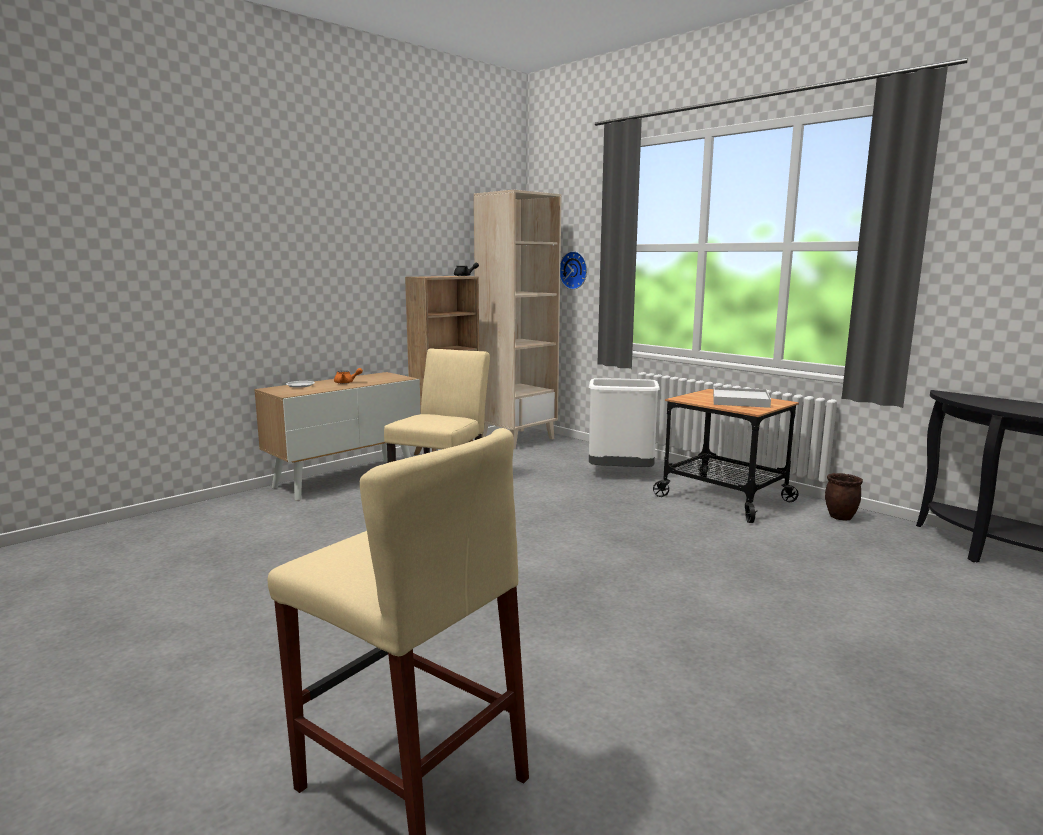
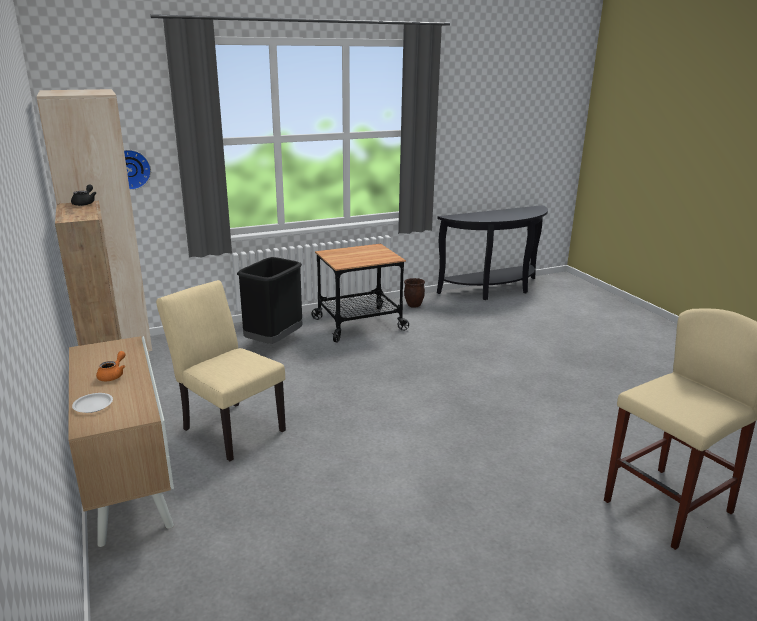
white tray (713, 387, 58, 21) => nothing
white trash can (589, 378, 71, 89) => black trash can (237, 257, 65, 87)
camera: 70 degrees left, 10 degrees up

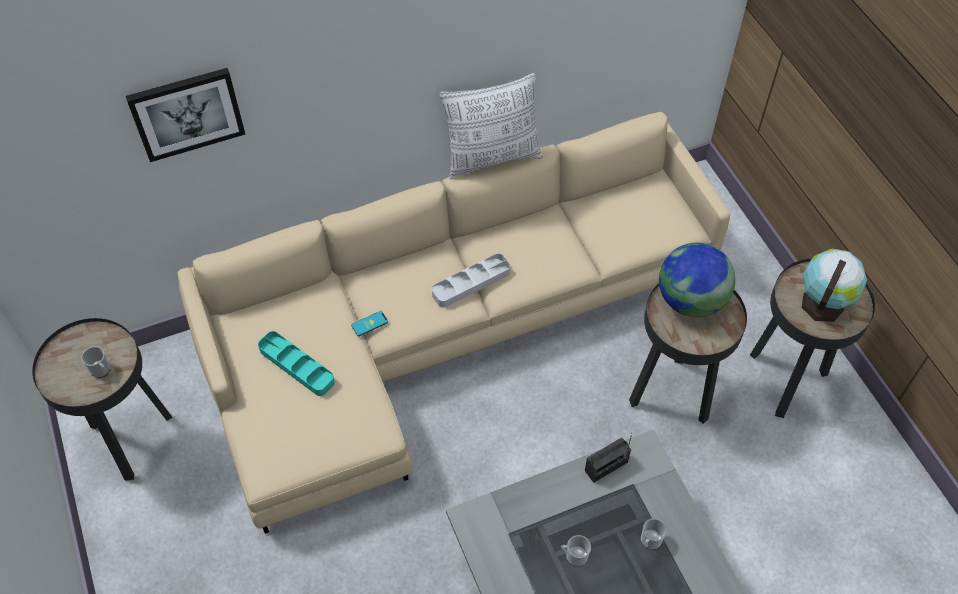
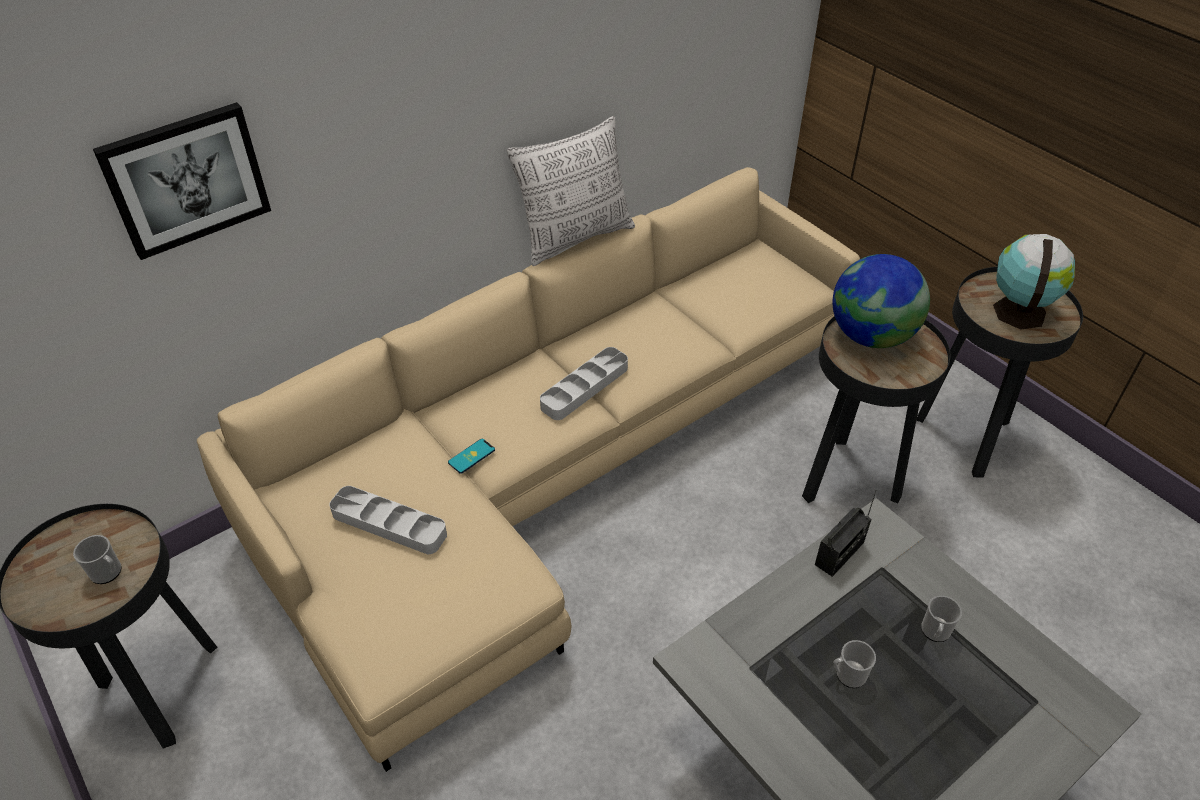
turquoise tray (258, 331, 77, 65) => grey tray (329, 486, 118, 68)
camera: 15 degrees left, 10 degrees down

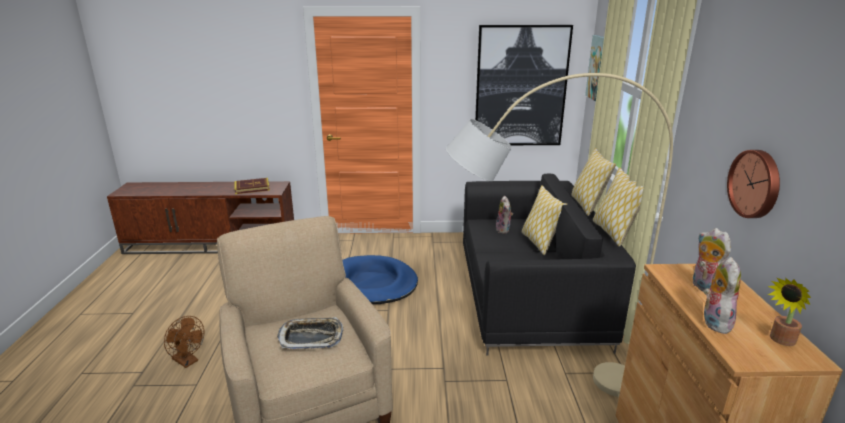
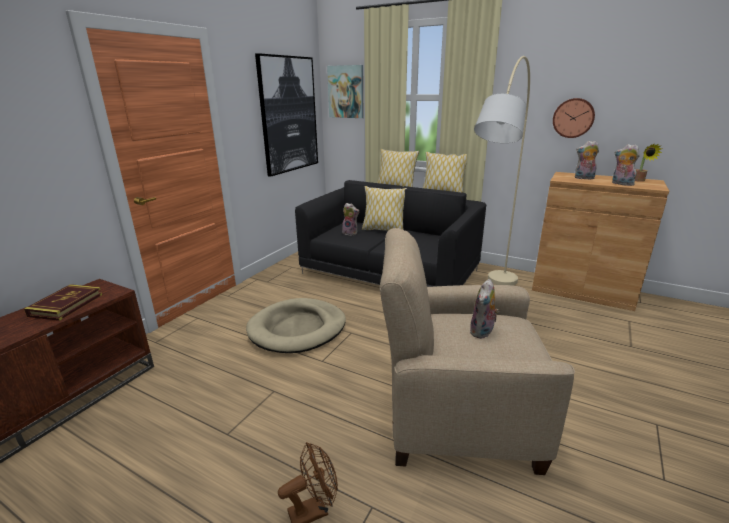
tray (277, 317, 66, 32) => plush toy (470, 279, 29, 60)
blue dog bed (342, 255, 76, 49) => beige dog bed (246, 298, 100, 55)
camera: 60 degrees left, 0 degrees up

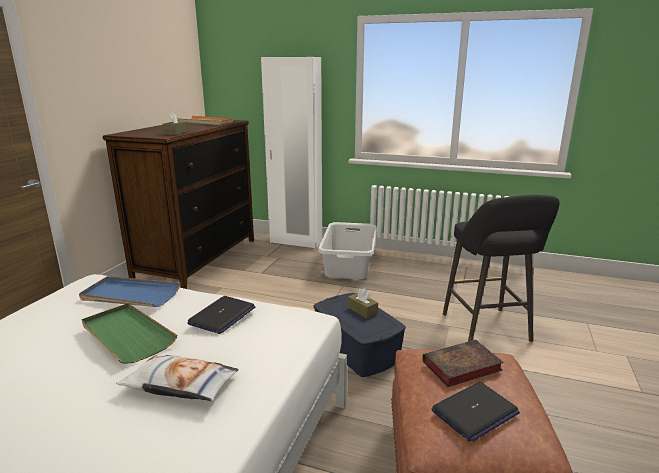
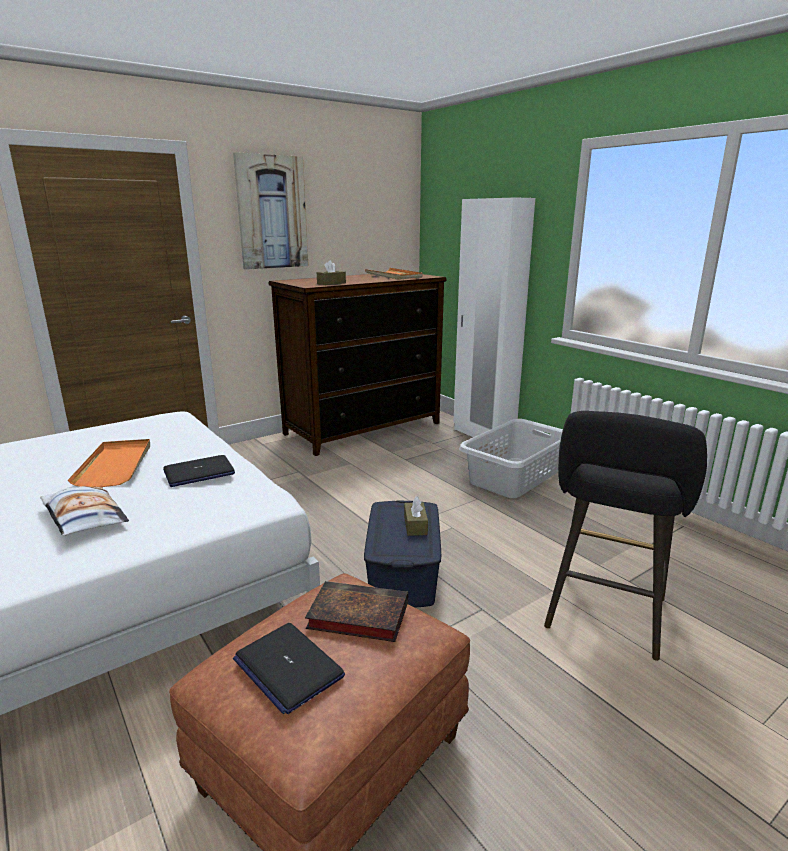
blue tray (79, 276, 102, 31) => nothing
nothing => picture (233, 152, 75, 118)
green tray (82, 303, 95, 61) => orange tray (68, 439, 82, 48)
laptop (432, 382, 88, 60) => laptop (233, 623, 112, 91), 45 degrees clockwise
camera: 35 degrees right, 0 degrees up

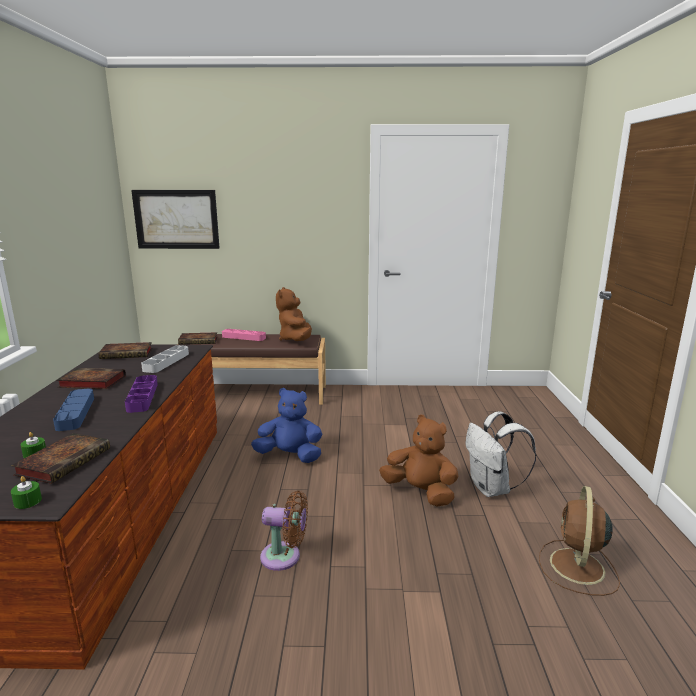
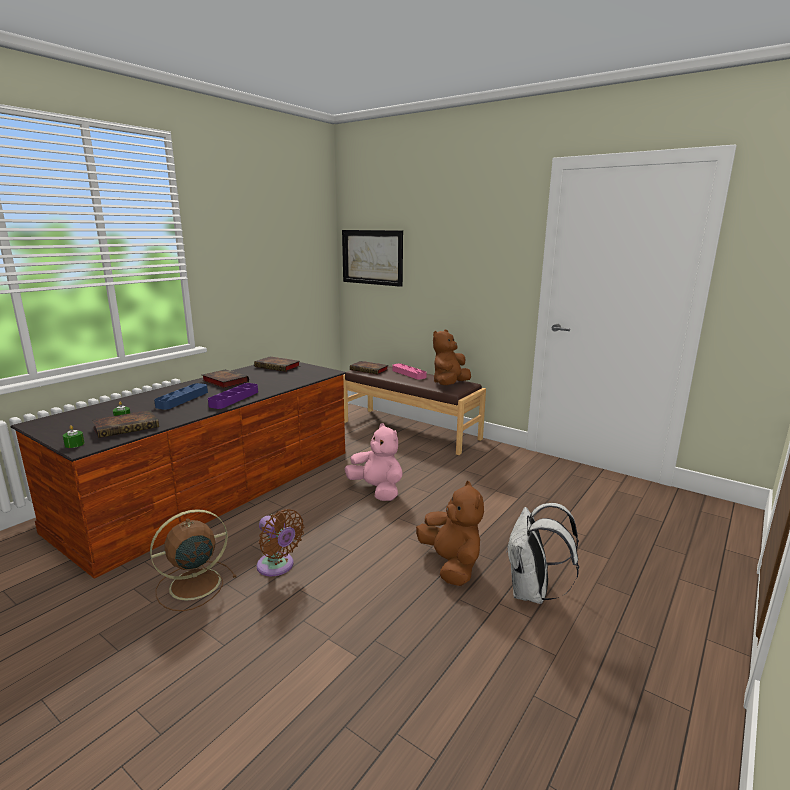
grey tray (141, 345, 48, 28) => nothing
brown fan (539, 486, 81, 110) => brown fan (150, 509, 87, 102), moved
blue plush toy (251, 388, 71, 75) => pink plush toy (345, 423, 58, 78)
camera: 35 degrees right, 0 degrees up

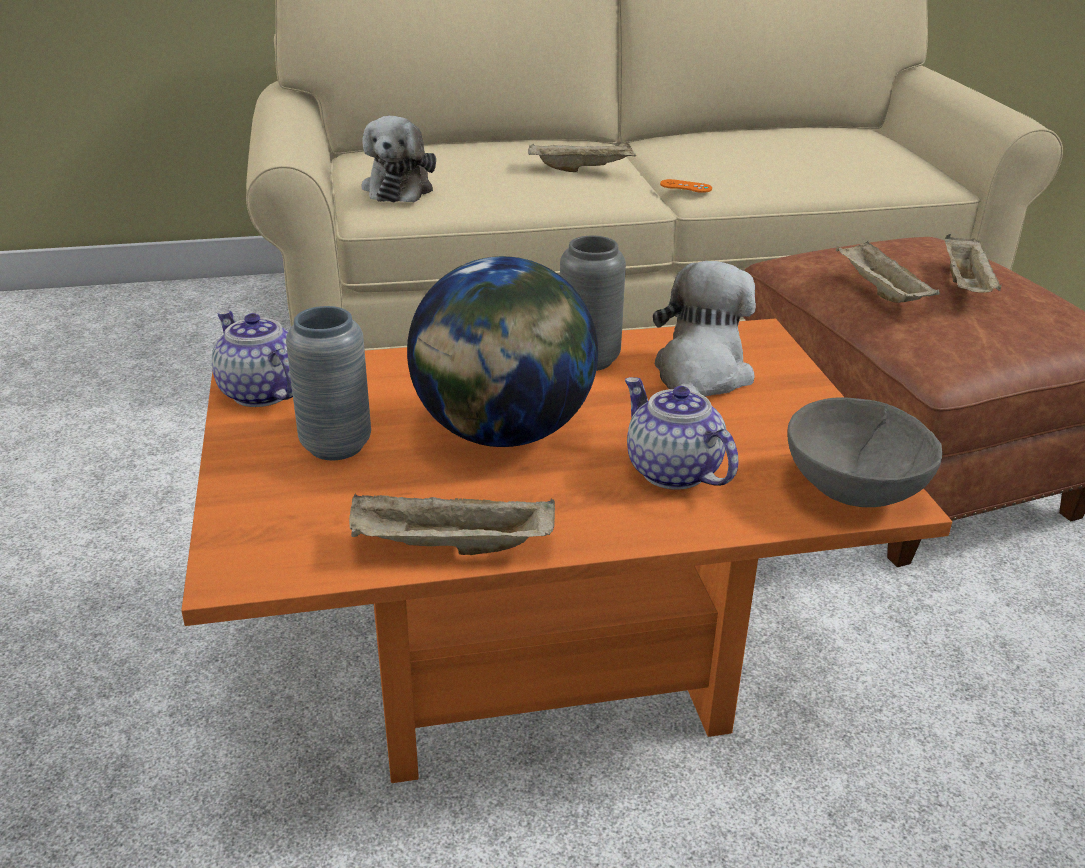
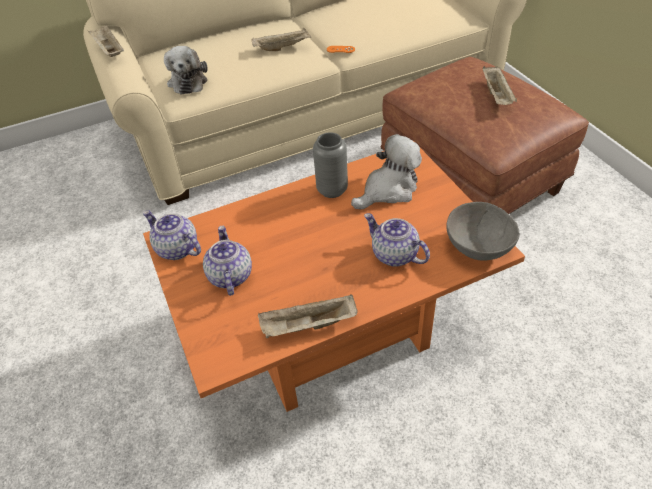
globe (407, 256, 191, 191) => nothing
beige tray (836, 241, 104, 62) => beige tray (88, 25, 36, 32), moved
grey vase (286, 306, 85, 154) => teapot (203, 226, 49, 70)
plush toy (653, 261, 103, 136) => plush toy (351, 134, 71, 75), 45 degrees clockwise
camera: 10 degrees left, 15 degrees up

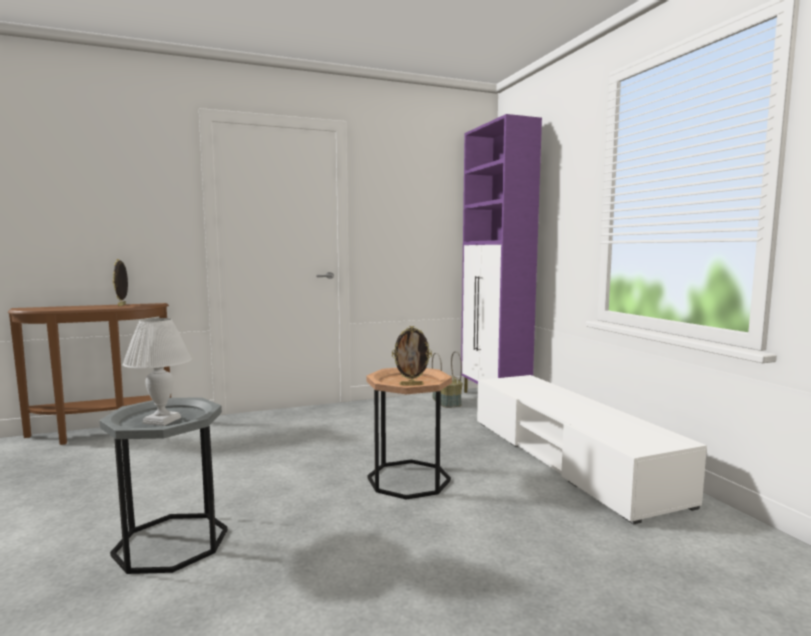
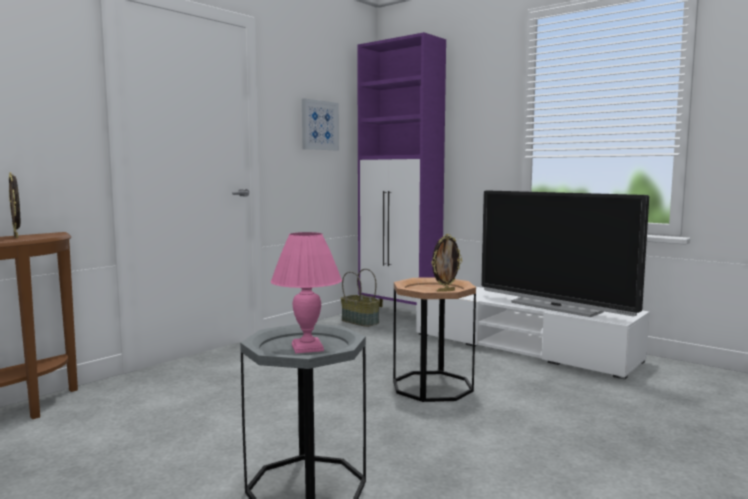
nothing => picture (302, 98, 37, 52)
nothing => television (481, 191, 168, 126)
white table lamp (122, 318, 70, 108) => pink table lamp (271, 232, 71, 121)
camera: 30 degrees left, 0 degrees up

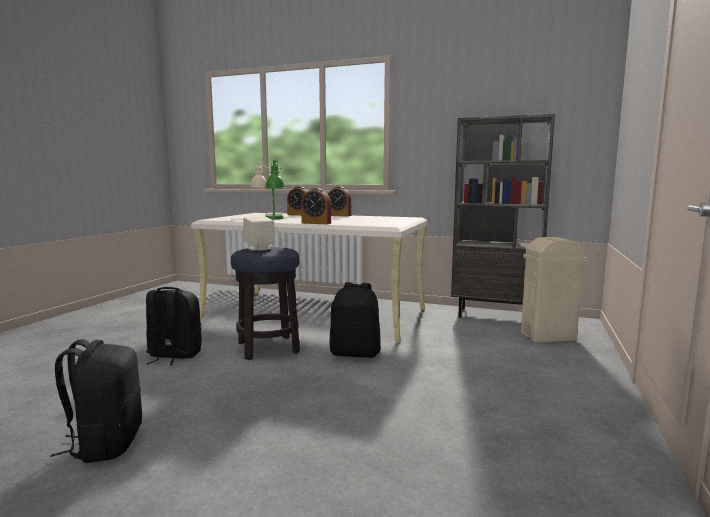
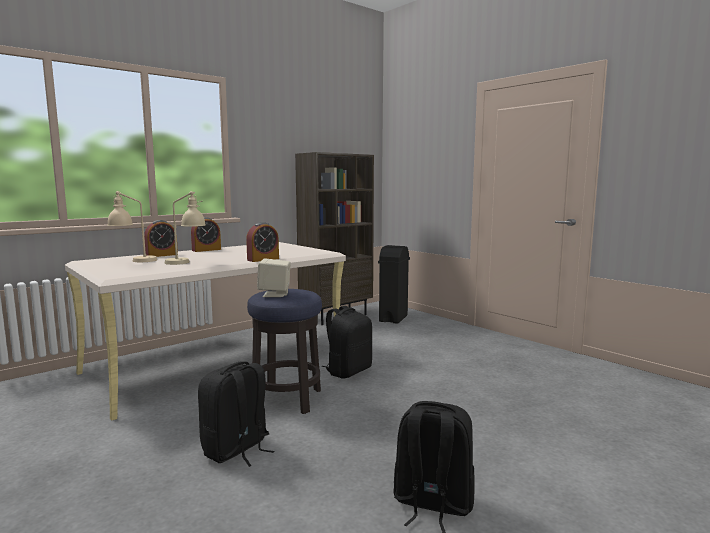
green table lamp (265, 160, 19, 59) => beige table lamp (164, 191, 42, 74)
beige trash can (521, 237, 66, 106) => black trash can (378, 245, 32, 79)
camera: 60 degrees left, 0 degrees up

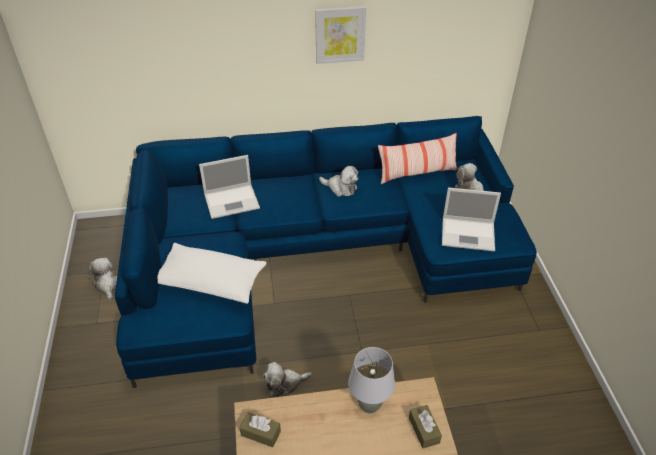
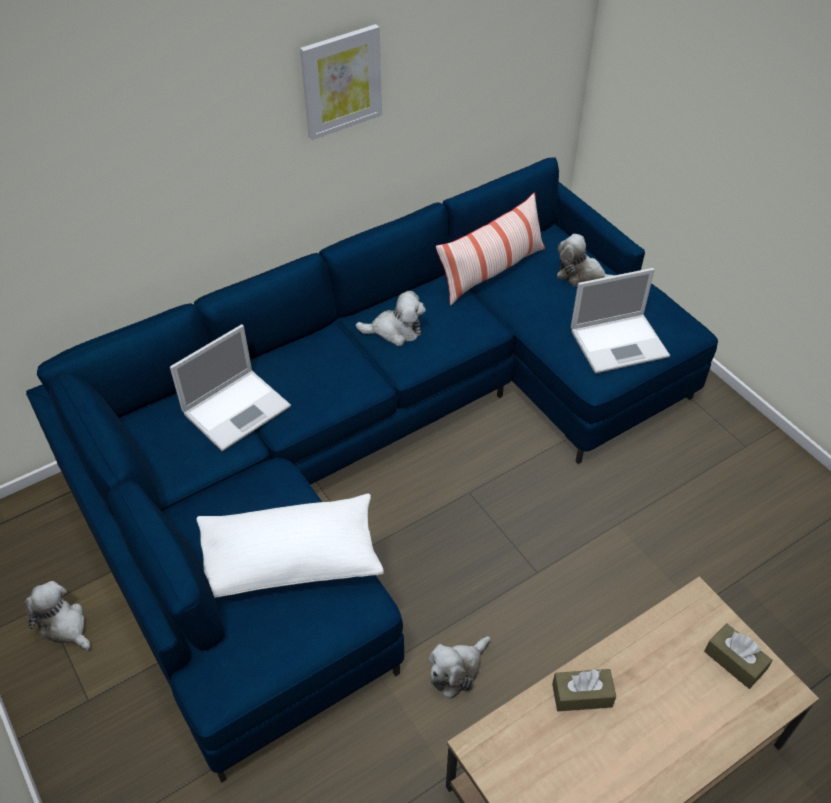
grey table lamp (348, 347, 47, 67) => nothing
brown tissue box (240, 412, 41, 35) => brown tissue box (552, 669, 64, 42), moved
camera: 25 degrees left, 5 degrees up

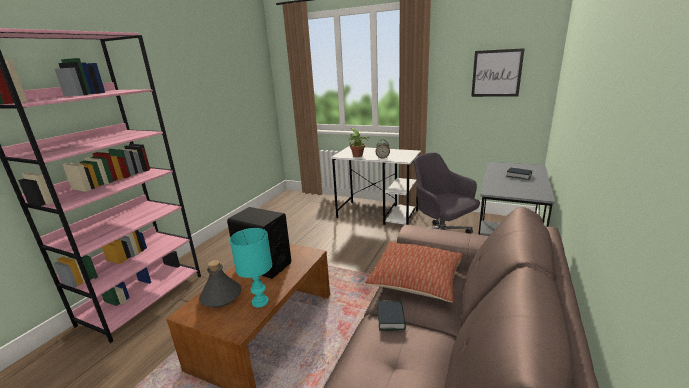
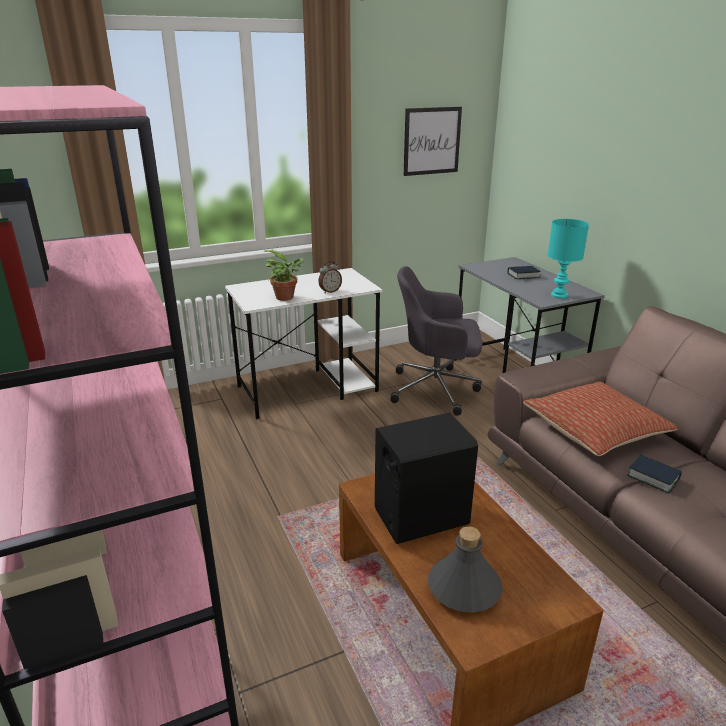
turquoise table lamp (230, 228, 42, 79) => turquoise table lamp (548, 219, 41, 80), moved
camera: 50 degrees left, 5 degrees up

